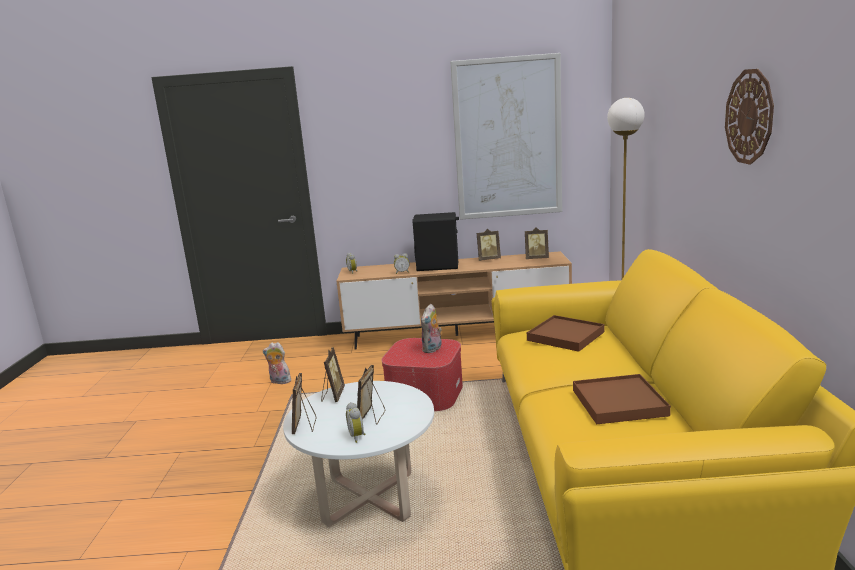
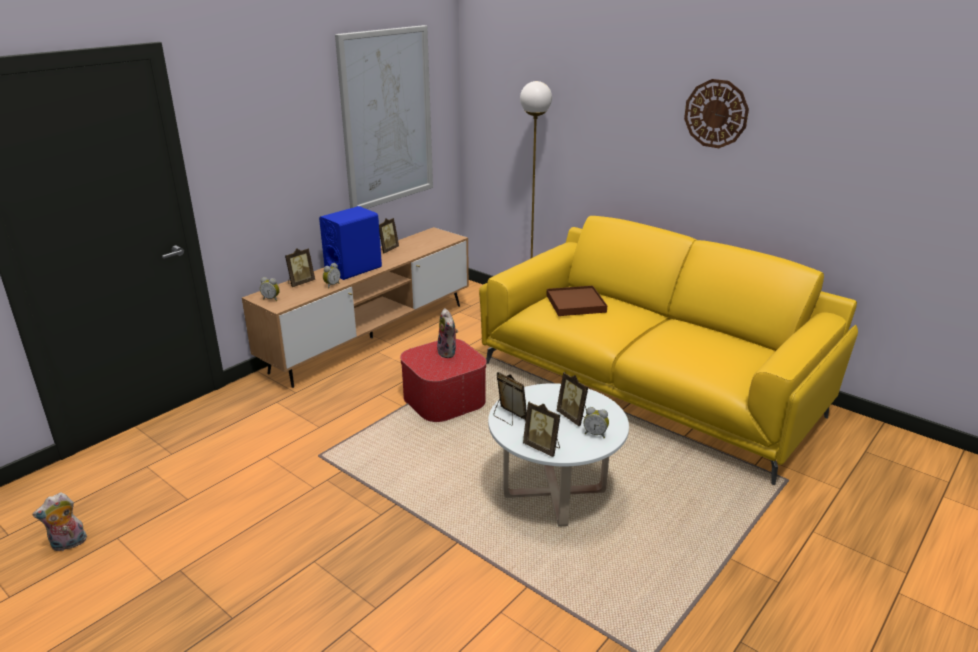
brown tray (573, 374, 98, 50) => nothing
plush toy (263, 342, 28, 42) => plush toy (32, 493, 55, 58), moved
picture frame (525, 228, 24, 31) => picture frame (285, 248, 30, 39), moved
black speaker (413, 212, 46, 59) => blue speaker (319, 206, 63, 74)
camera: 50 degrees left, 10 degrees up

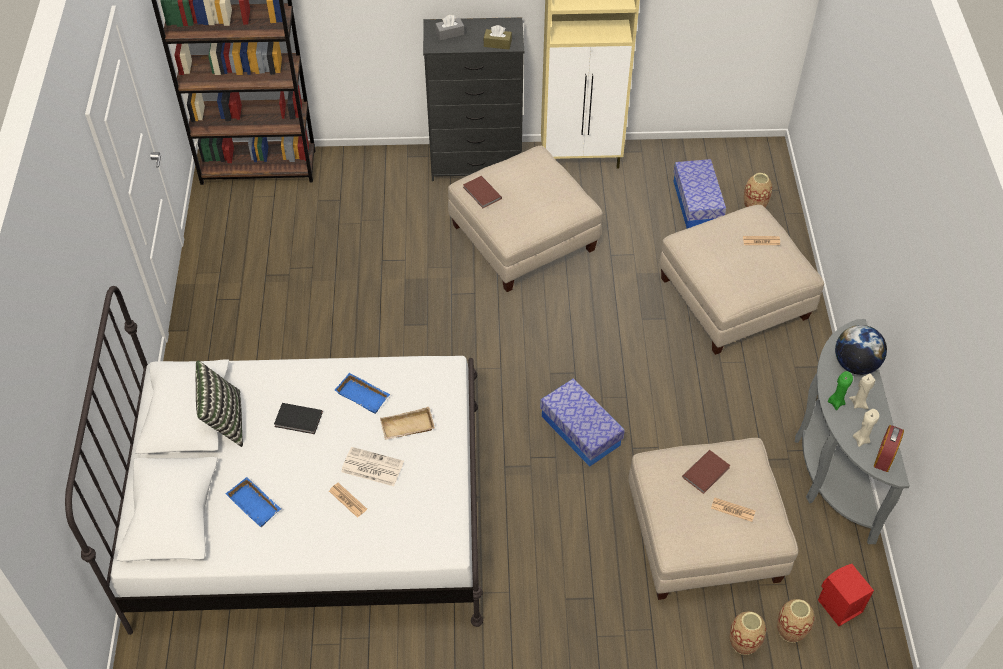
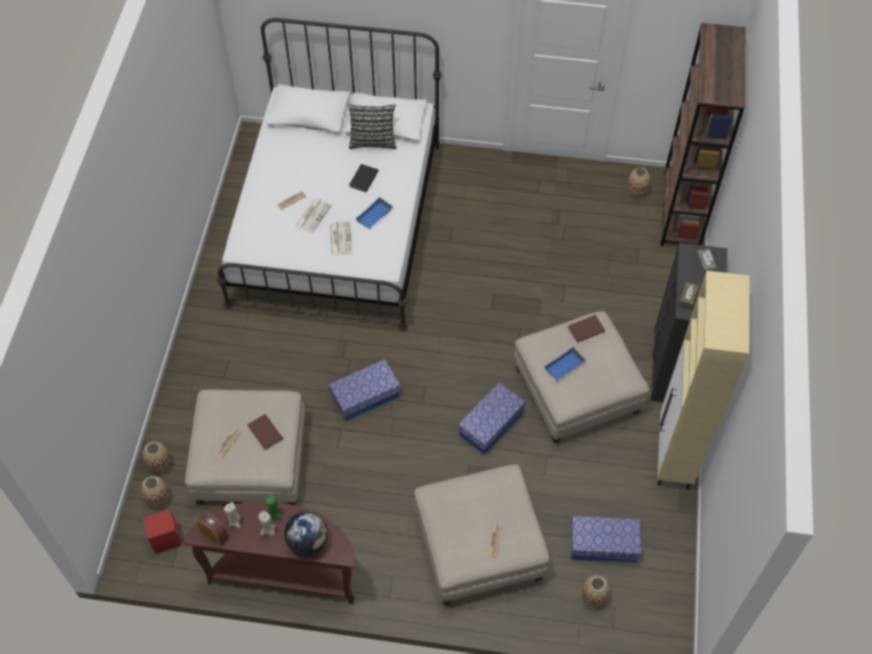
nothing => storage box (458, 383, 68, 71)
nothing => vase (627, 167, 23, 32)
blue tray (226, 477, 55, 50) => blue tray (544, 347, 42, 34), moved
beige tray (380, 407, 55, 33) => newspaper (330, 221, 22, 34)
grey console table (795, 319, 114, 225) => brown console table (184, 502, 172, 103)
camera: 100 degrees right, 5 degrees up

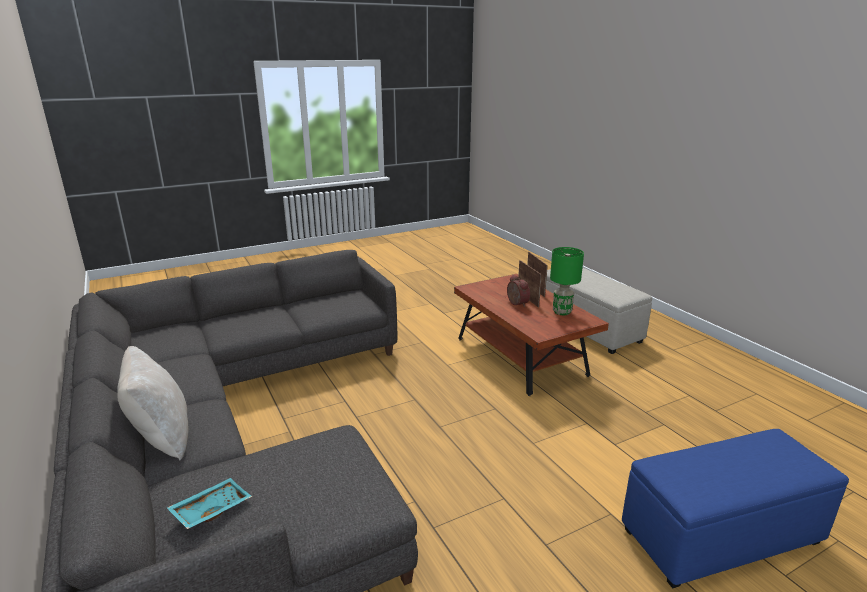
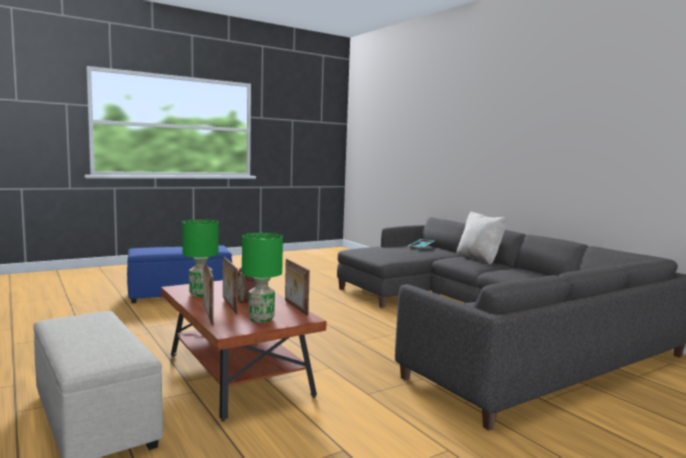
nothing => green table lamp (242, 233, 41, 90)
nothing => picture frame (285, 259, 25, 57)
camera: 175 degrees right, 15 degrees down

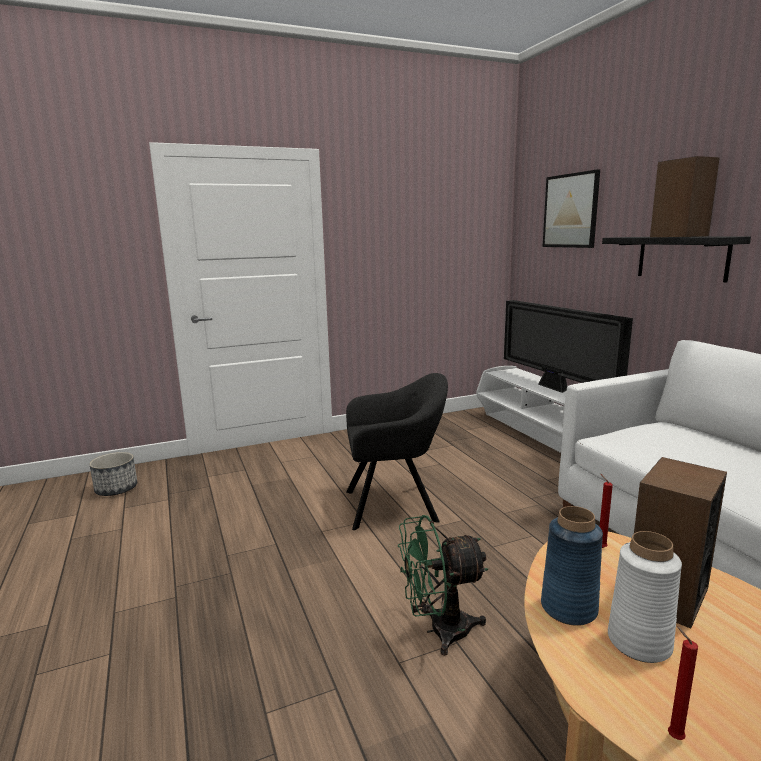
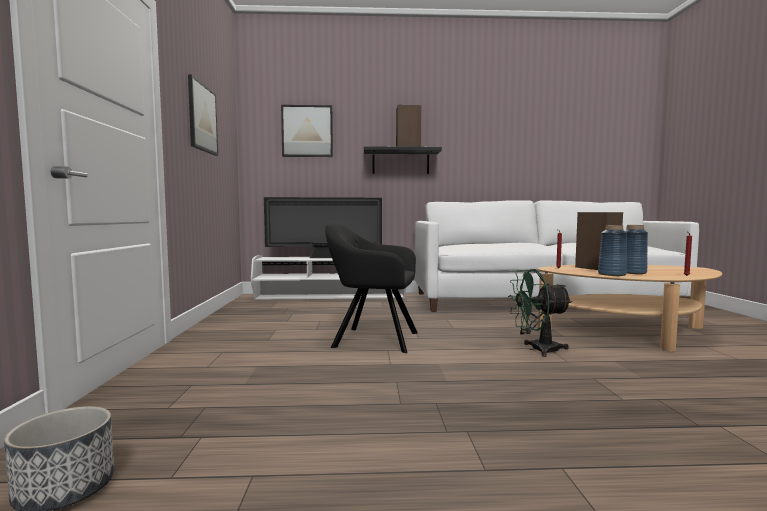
nothing => picture (188, 74, 30, 82)
white vase (608, 531, 74, 132) => blue vase (625, 225, 23, 49)
black armchair (346, 373, 102, 157) => black armchair (325, 222, 93, 131), 90 degrees counterclockwise
green fan (398, 515, 90, 141) => green fan (508, 269, 64, 88), 75 degrees clockwise
camera: 70 degrees left, 10 degrees down

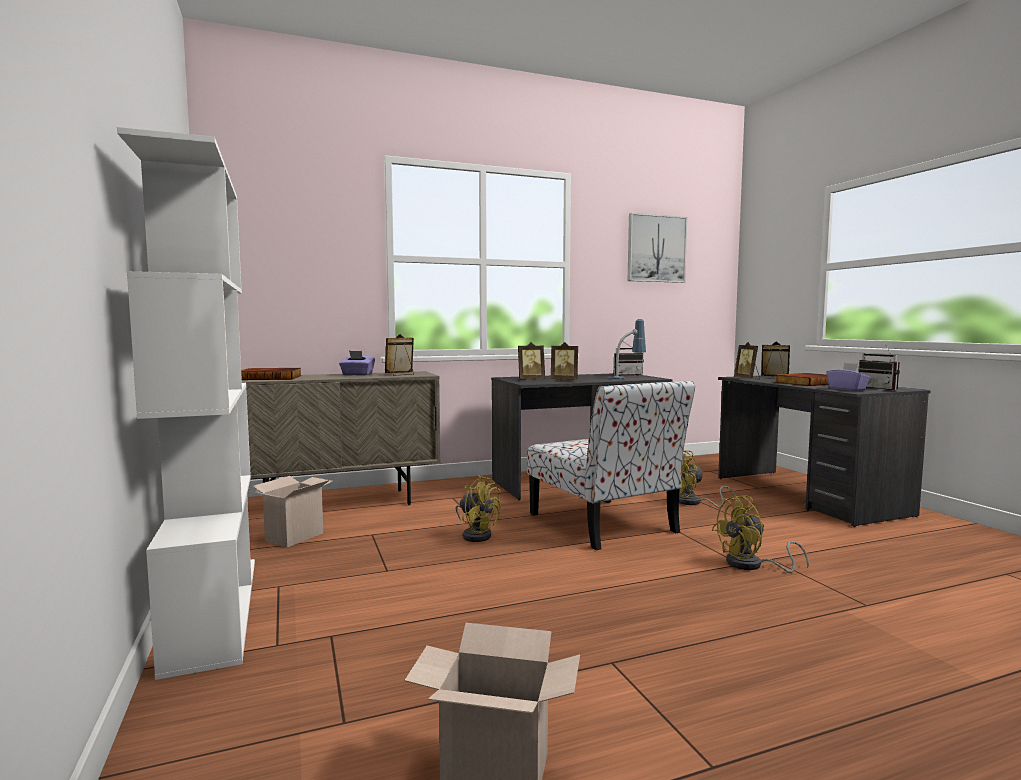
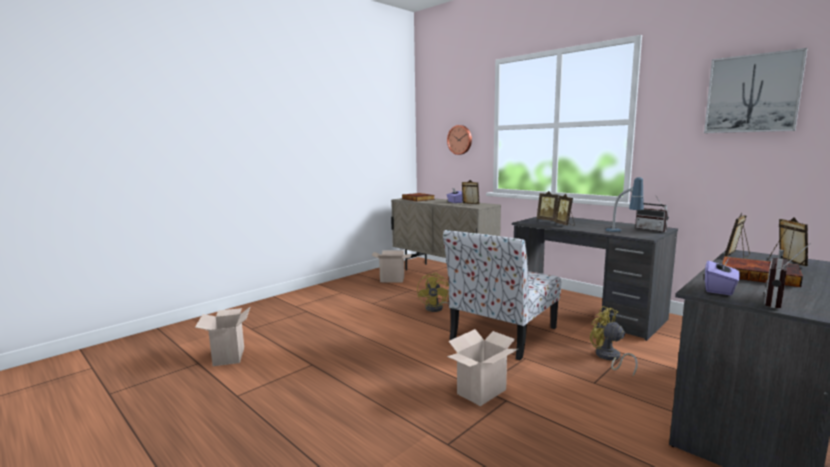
white bookcase (117, 127, 138, 553) => nothing
nothing => wall clock (447, 125, 25, 30)
yellow fan (712, 496, 97, 77) => cardboard box (447, 329, 71, 77)
camera: 65 degrees right, 5 degrees up

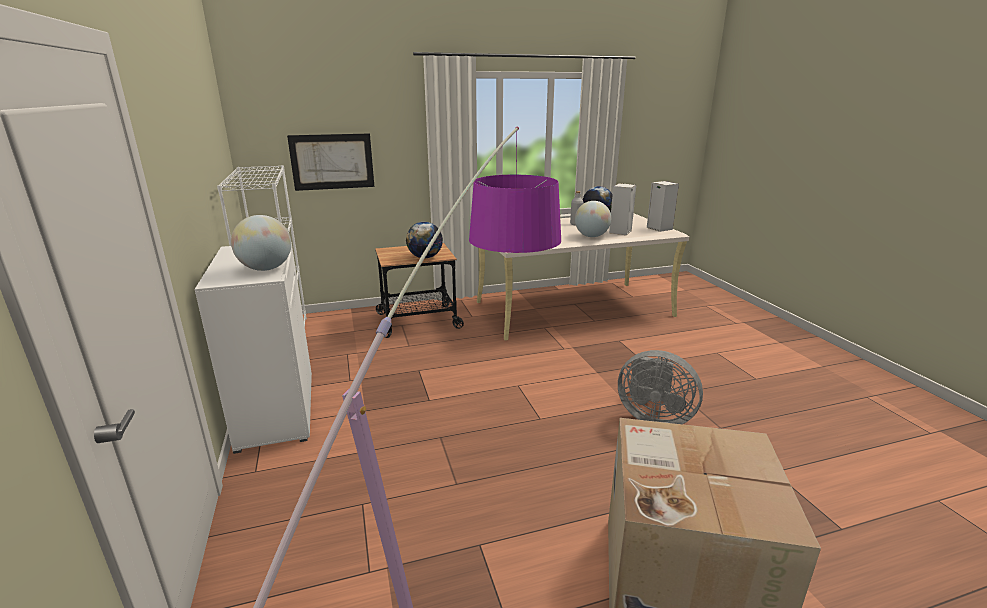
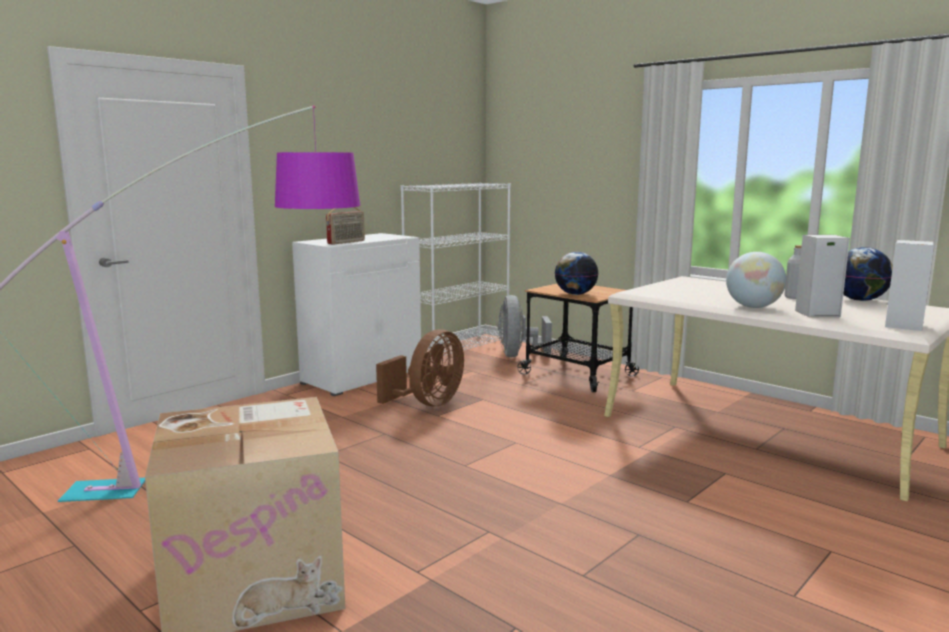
picture (287, 133, 87, 58) => nothing
nothing => brown fan (376, 329, 88, 77)
grey fan (618, 350, 85, 74) => grey fan (498, 295, 54, 62), moved
globe (231, 215, 60, 56) => radio (326, 207, 39, 38)
camera: 60 degrees right, 10 degrees down

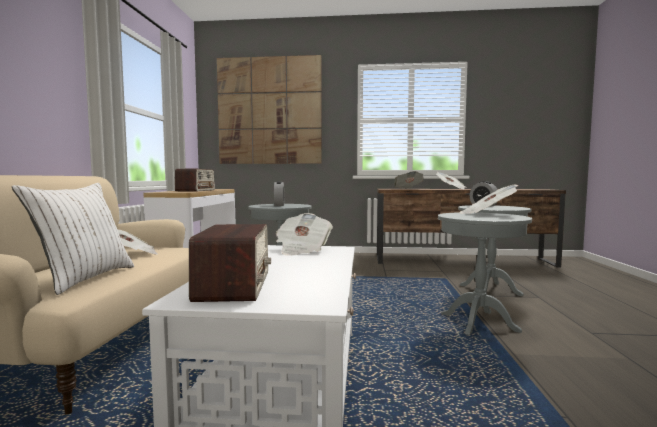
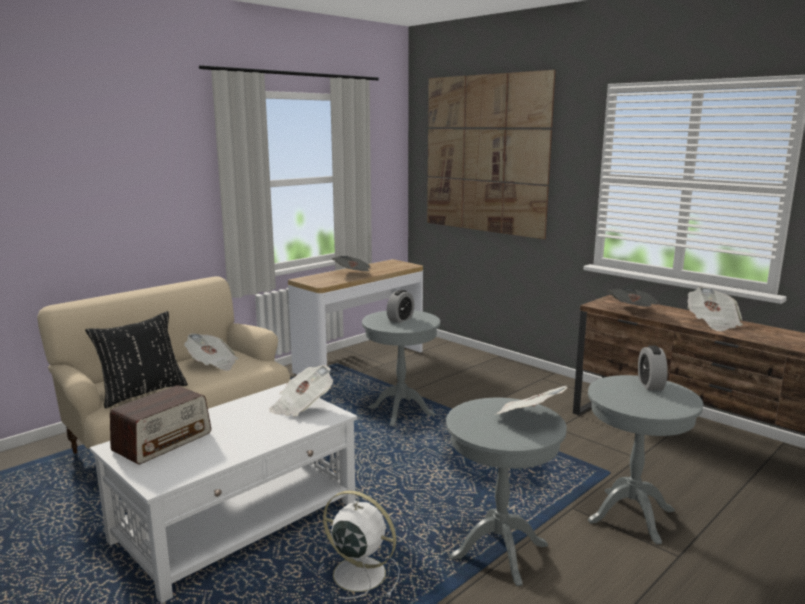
nothing => white fan (319, 490, 81, 109)
radio (175, 169, 40, 22) => newspaper (332, 256, 39, 15)
white pillow (12, 183, 122, 112) => black pillow (85, 311, 103, 98)
camera: 40 degrees right, 10 degrees up

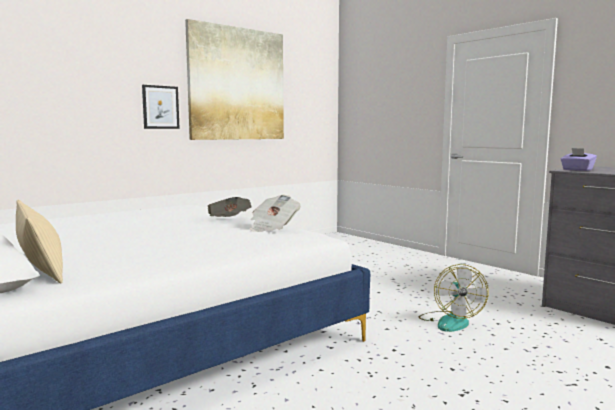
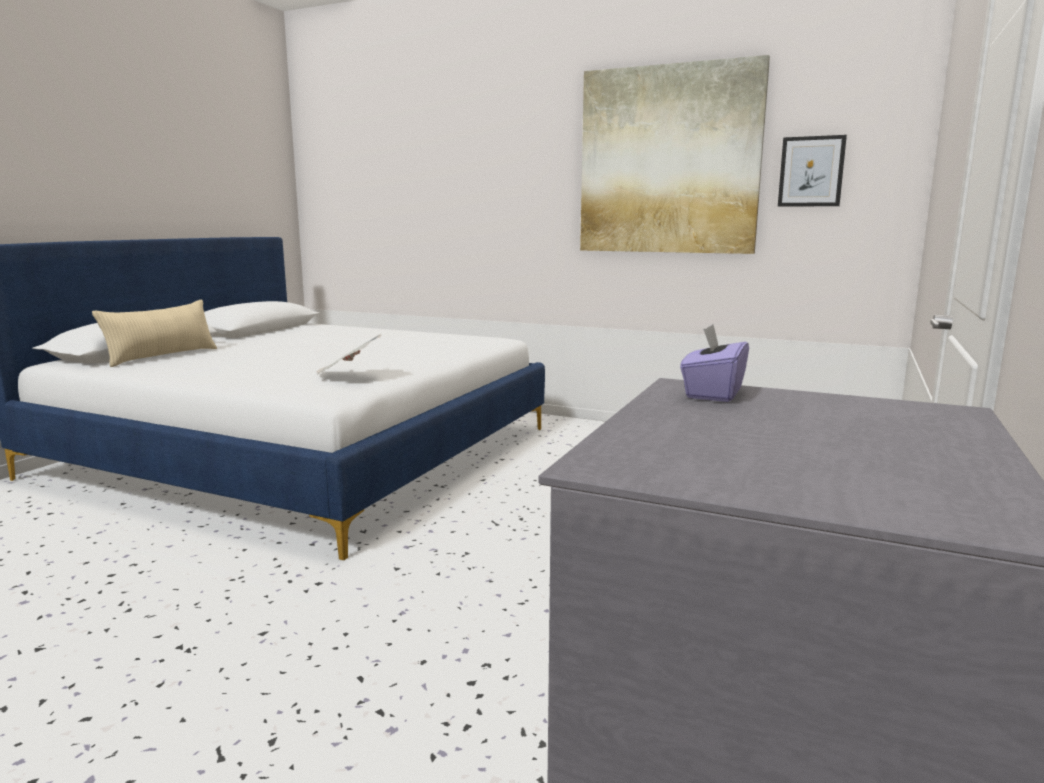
newspaper (208, 197, 44, 20) => nothing
fan (419, 264, 70, 68) => nothing
picture (142, 85, 38, 44) => picture (778, 135, 69, 72), moved
camera: 65 degrees right, 5 degrees up

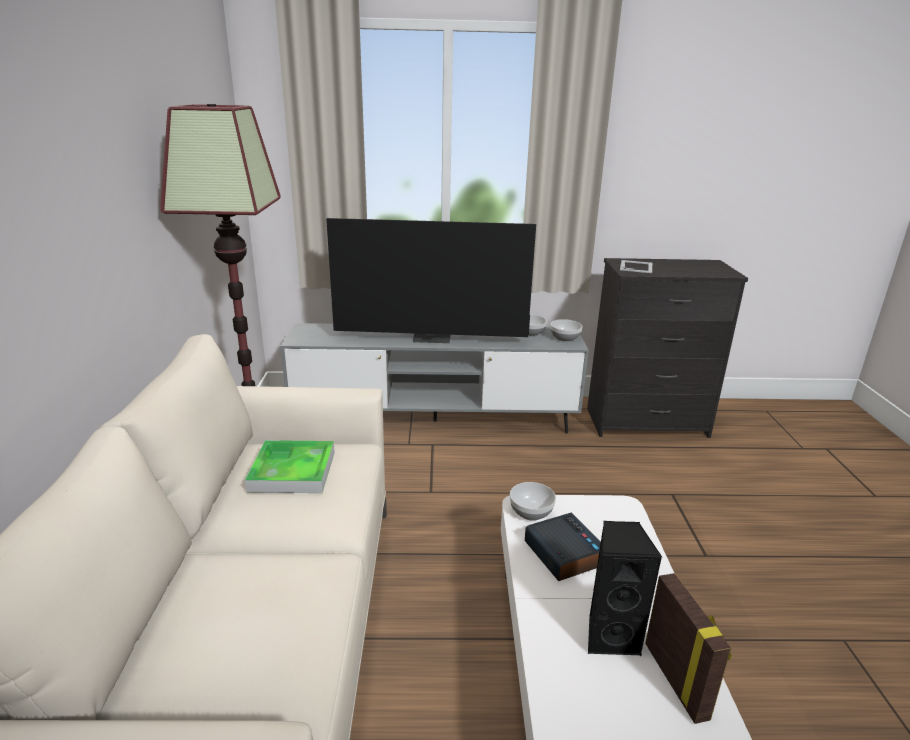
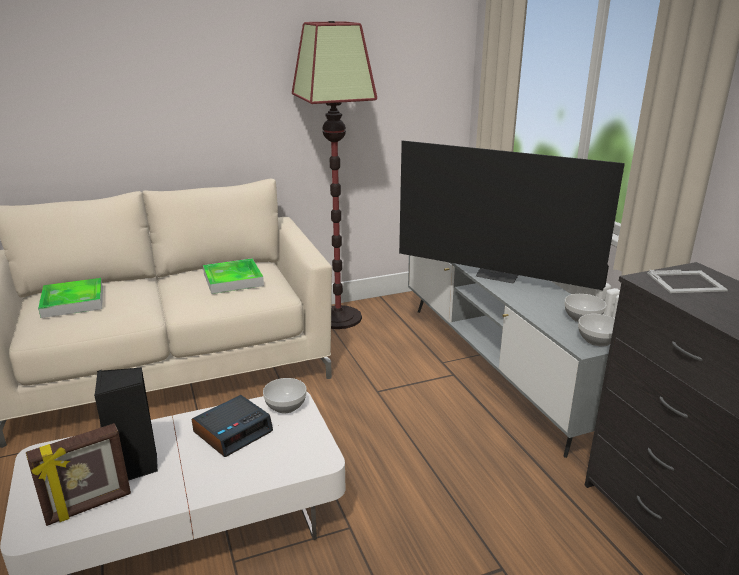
nothing => tray (38, 278, 65, 40)
television (326, 218, 210, 125) => television (399, 140, 226, 150), 45 degrees counterclockwise
camera: 70 degrees right, 0 degrees up

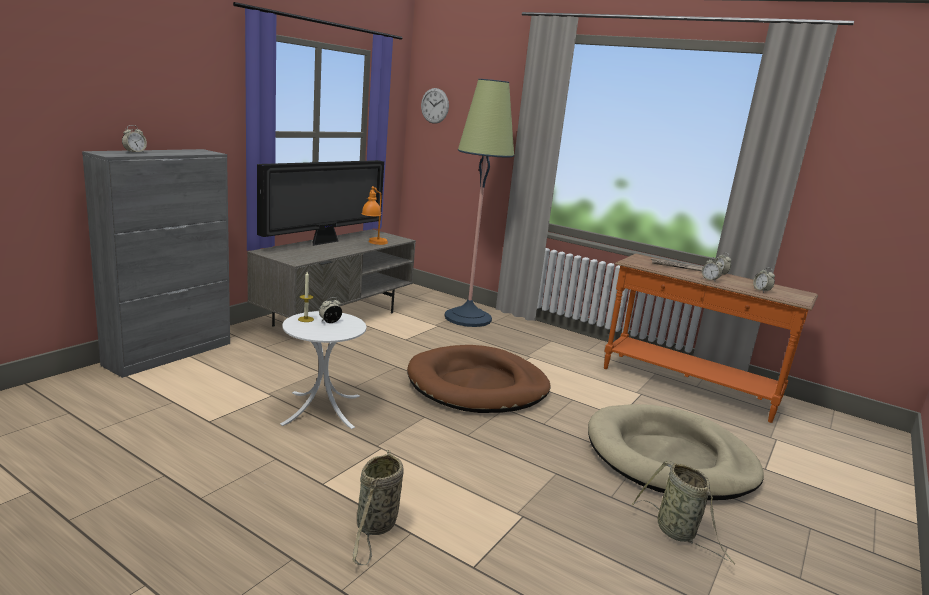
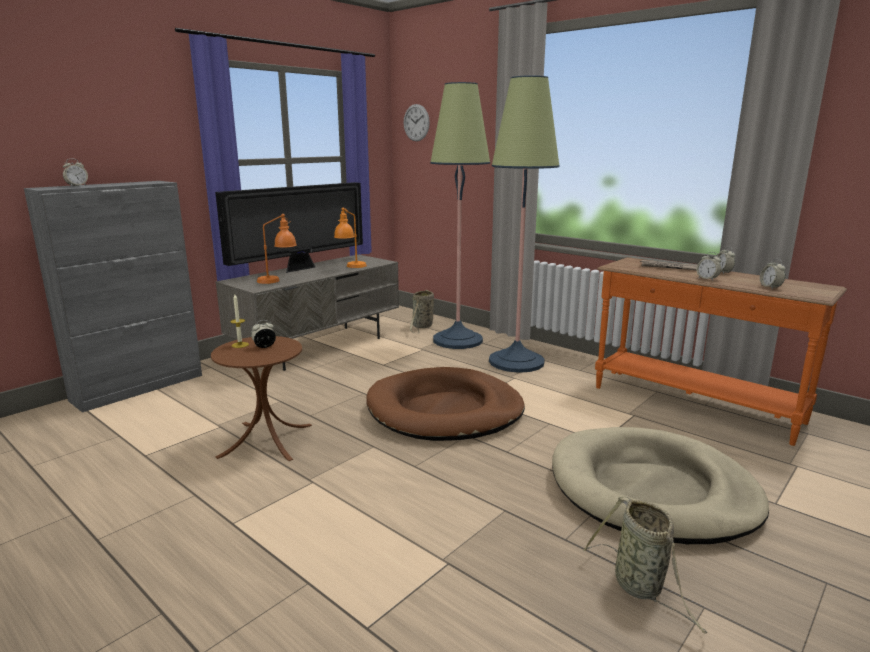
nothing => orange table lamp (257, 214, 40, 70)
nothing => floor lamp (489, 75, 70, 298)
basket (352, 450, 52, 115) => basket (410, 290, 24, 43), moved
white side table (280, 311, 86, 118) => brown side table (211, 336, 101, 125)
camera: 10 degrees right, 0 degrees up

